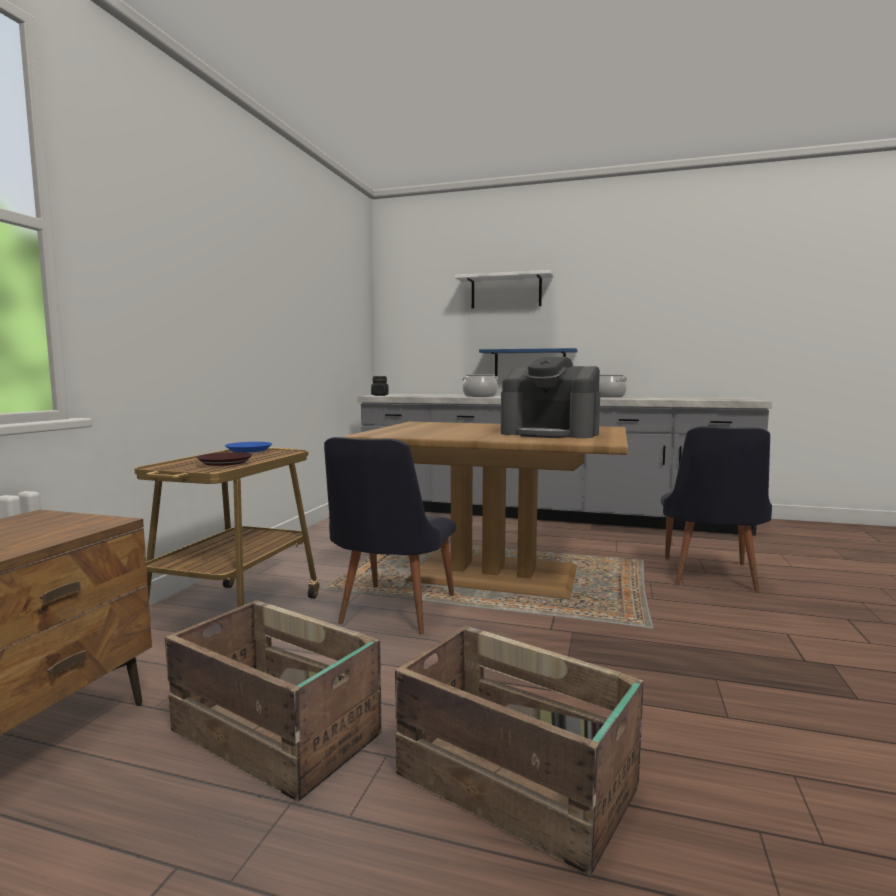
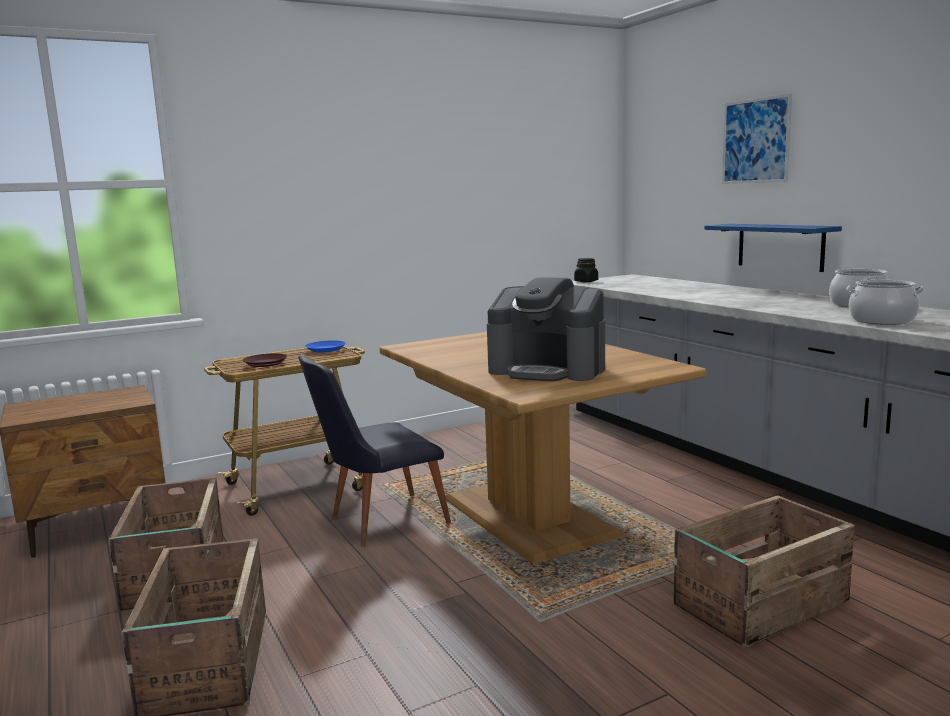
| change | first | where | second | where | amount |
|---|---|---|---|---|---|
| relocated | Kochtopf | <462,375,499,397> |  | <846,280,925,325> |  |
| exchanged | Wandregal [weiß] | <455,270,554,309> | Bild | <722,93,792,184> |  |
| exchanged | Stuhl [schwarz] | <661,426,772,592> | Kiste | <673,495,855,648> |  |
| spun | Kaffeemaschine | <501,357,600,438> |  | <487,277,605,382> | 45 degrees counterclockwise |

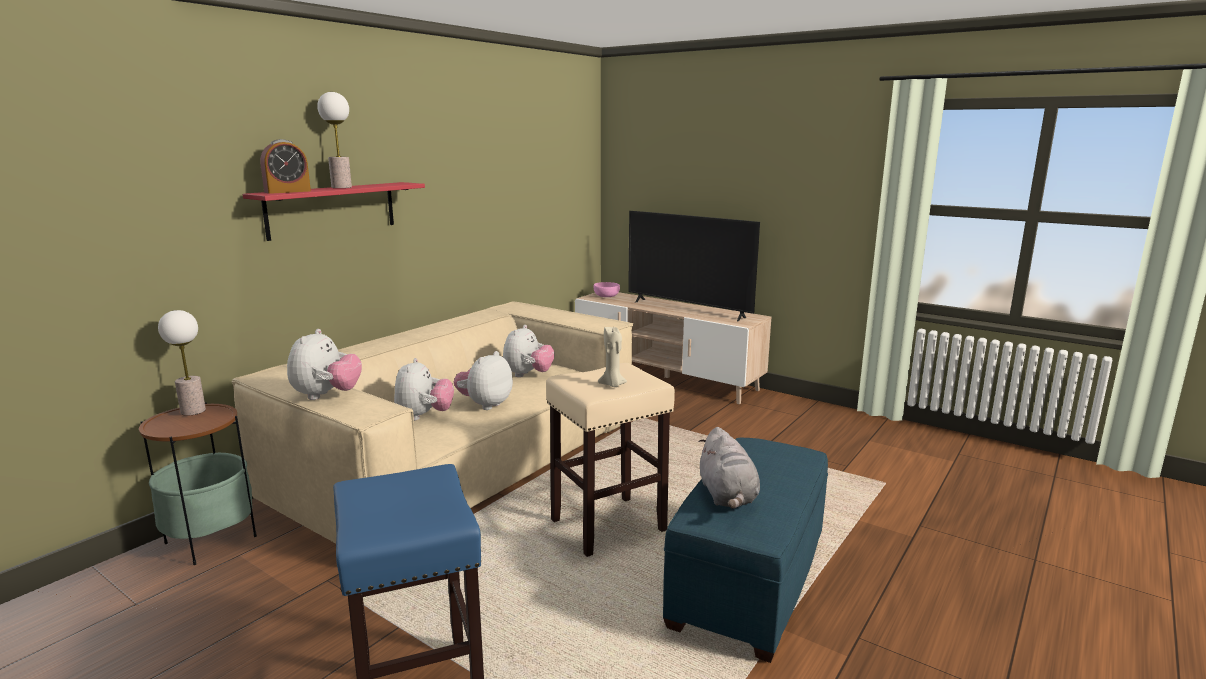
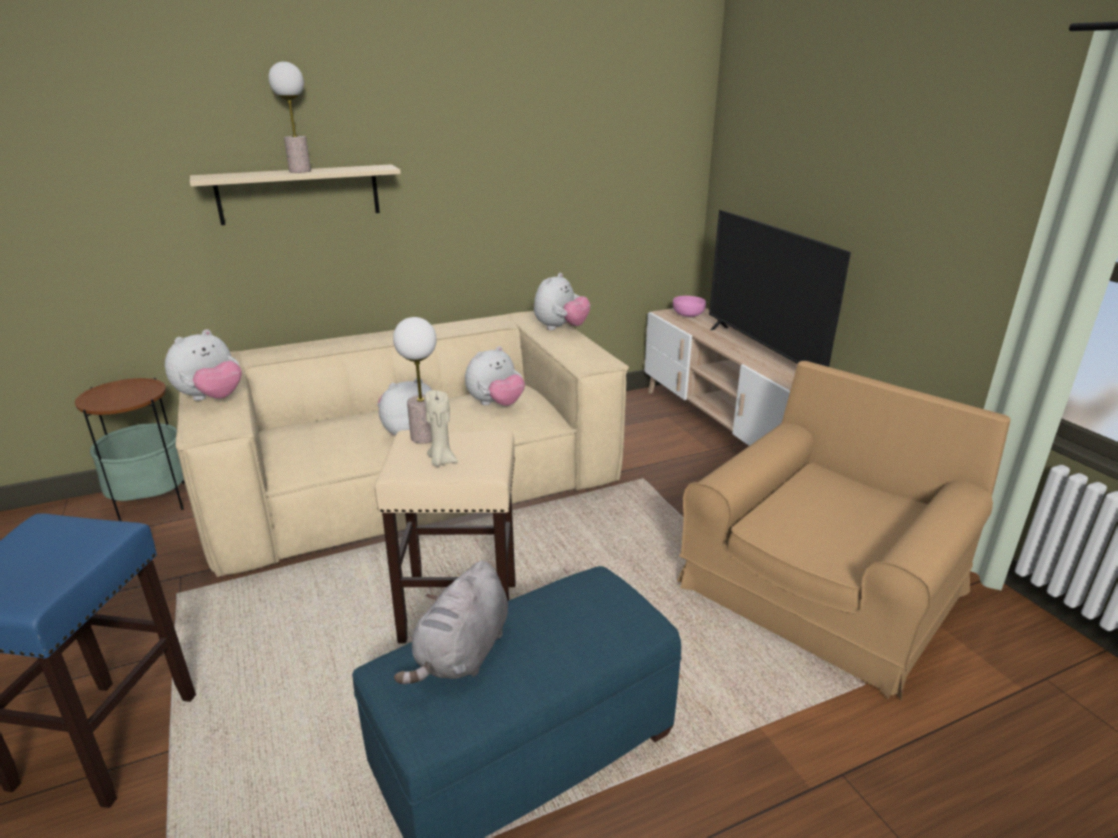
| change | first | where | second | where | amount |
|---|---|---|---|---|---|
| missing | Wecker | <260,139,311,194> |  |  |  |
| appeared |  |  | Sessel [braun] | <676,361,1011,701> |  |
| relocated | Tischlampe | <158,310,206,416> |  | <393,317,437,444> |  |
| relocated | Plüschtier | <394,358,454,421> |  | <534,273,590,330> |  |
| colour | Wandregal [rot] | <242,182,425,241> | Wandregal [beige] | <190,164,401,225> |  |

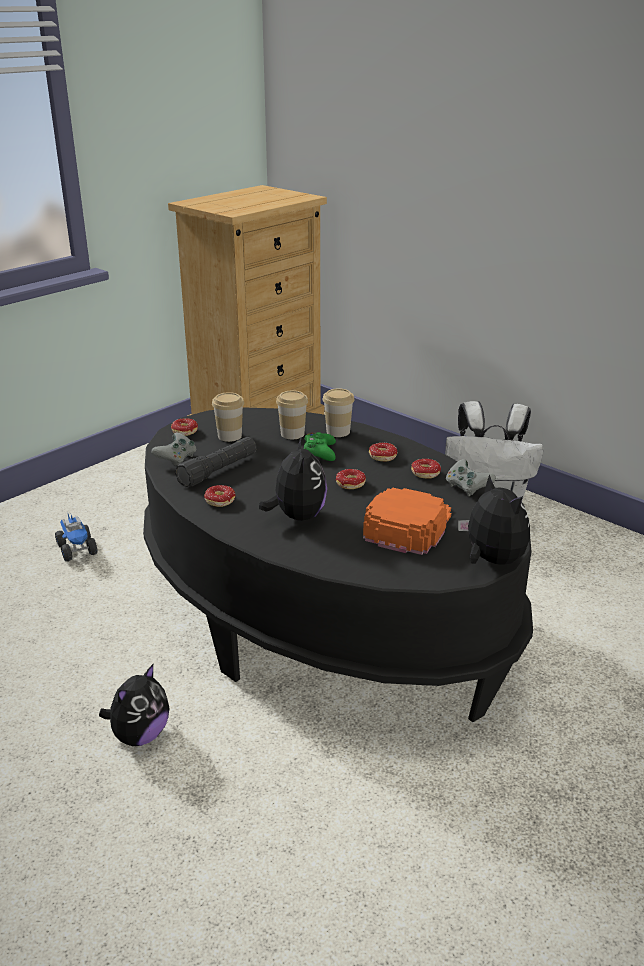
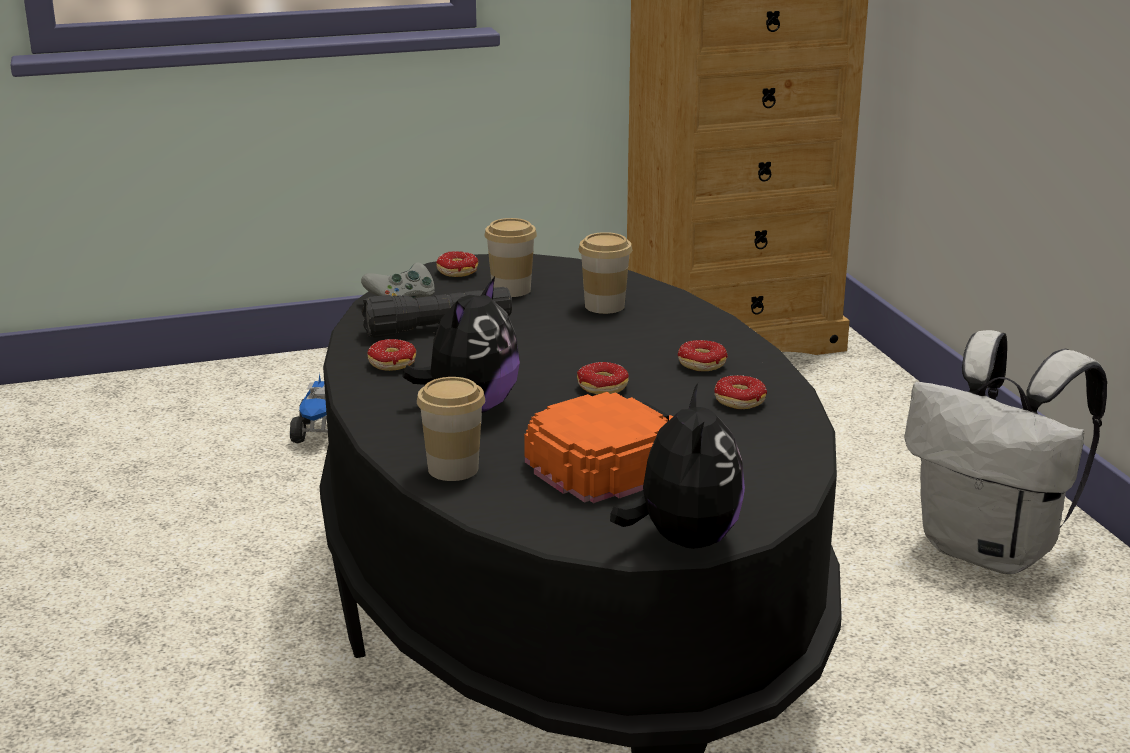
| change | first | where | second | where | amount |
|---|---|---|---|---|---|
| missing | Plüschtier | <99,664,169,746> |  |  |  |
| missing | Gamepad [grün] | <304,432,336,461> |  |  |  |
| missing | Gamepad [grau] | <446,459,496,497> |  |  |  |
| relocated | Tasse | <323,388,355,437> |  | <417,377,485,481> |  |

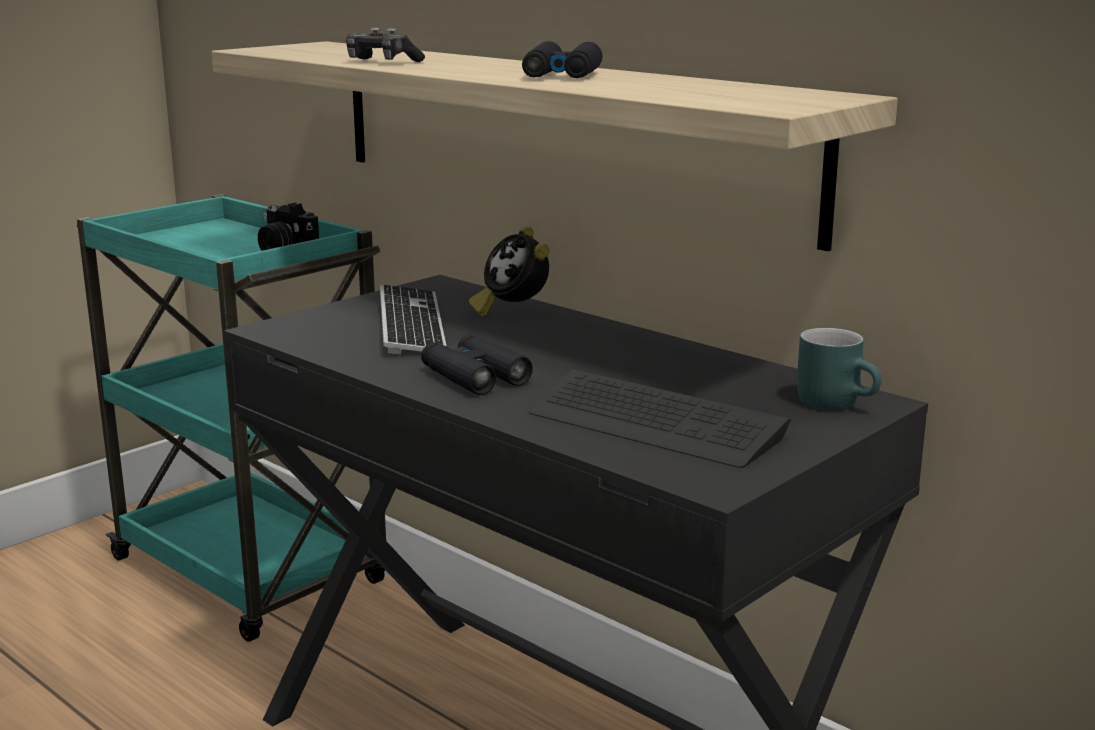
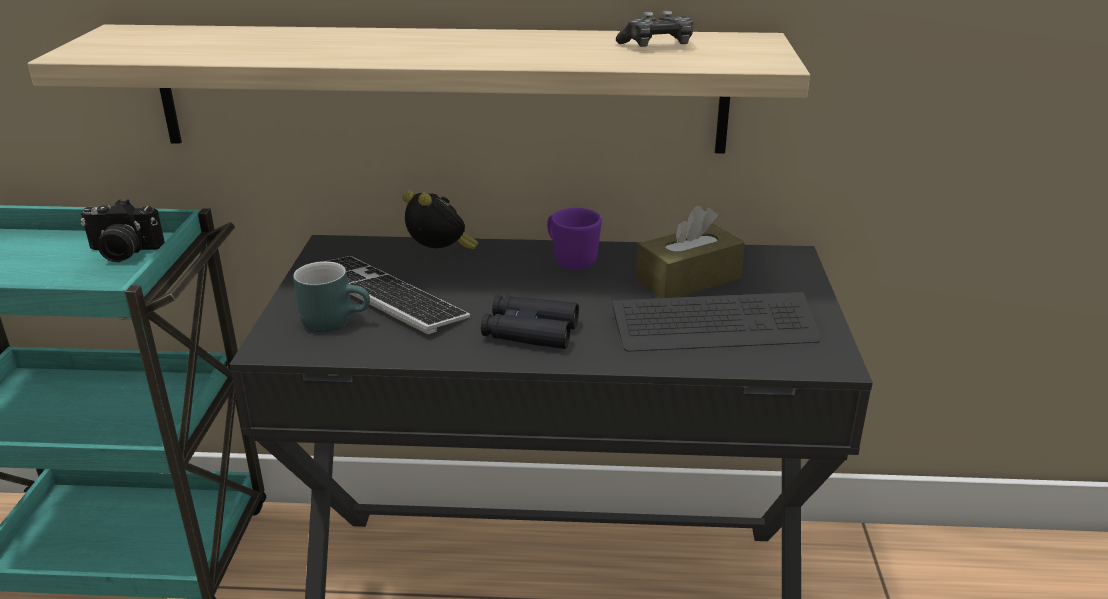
| change | first | where | second | where | amount |
|---|---|---|---|---|---|
| missing | Fernglas [schwarz] | <522,41,603,78> |  |  |  |
| appeared |  |  | Henkelbecher [lila] | <547,208,602,270> |  |
| appeared |  |  | Taschentuchbox [braun] | <636,206,745,298> |  |
| relocated | Gamepad | <346,27,425,62> |  | <616,11,694,47> |  |
| relocated | Henkelbecher [türkis] | <797,328,882,410> |  | <293,261,370,333> |  |
| spun | Wecker | <469,226,550,316> |  | <403,191,479,249> | 150 degrees counterclockwise |

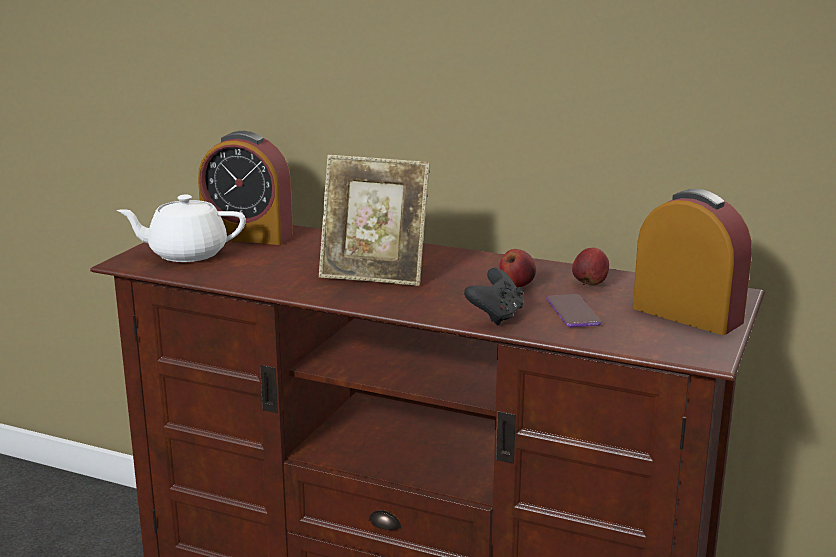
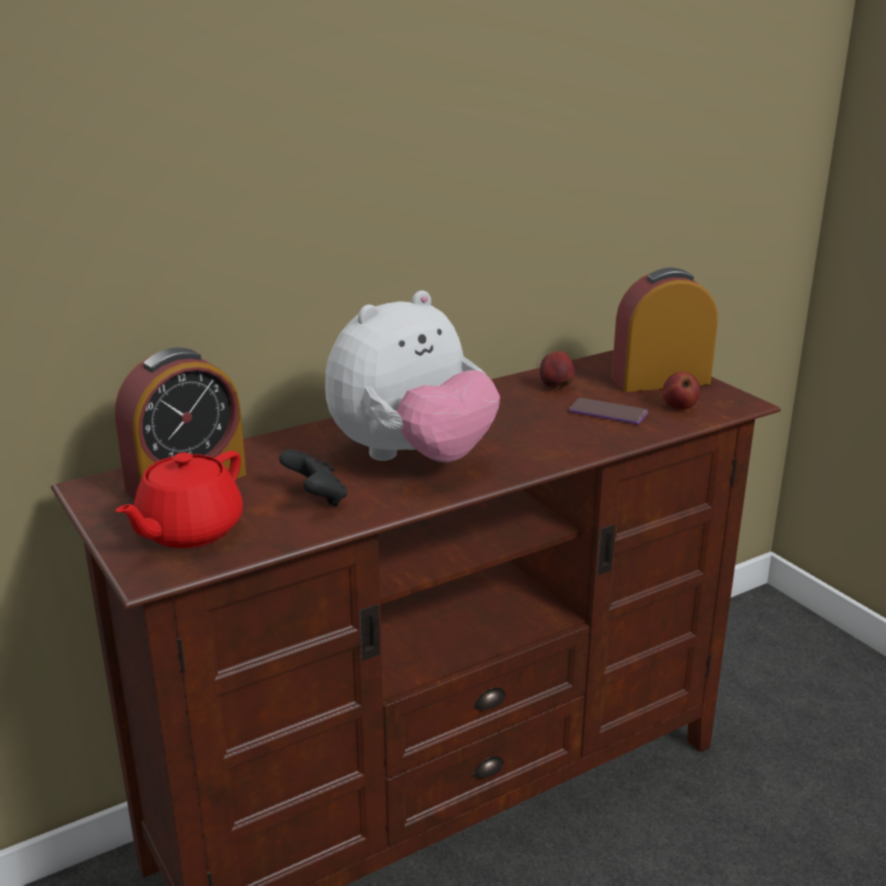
| change | first | where | second | where | amount |
|---|---|---|---|---|---|
| relocated | Gamepad [schwarz] | <464,268,524,325> |  | <279,449,347,506> |  |
| relocated | Apfel | <500,249,536,287> |  | <662,372,700,410> |  |
| exchanged | Bilderrahmen | <319,155,430,286> | Plüschtier | <325,290,500,462> |  |
| colour | Teekanne [weiß] | <117,195,246,262> | Teekanne [rot] | <115,451,243,548> |  |

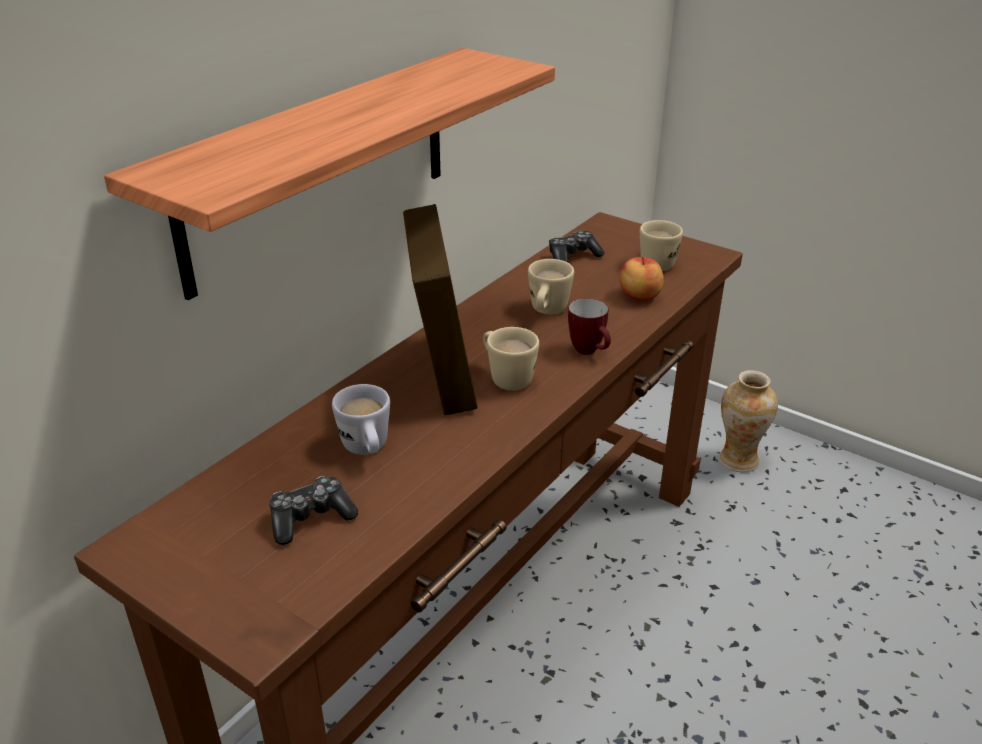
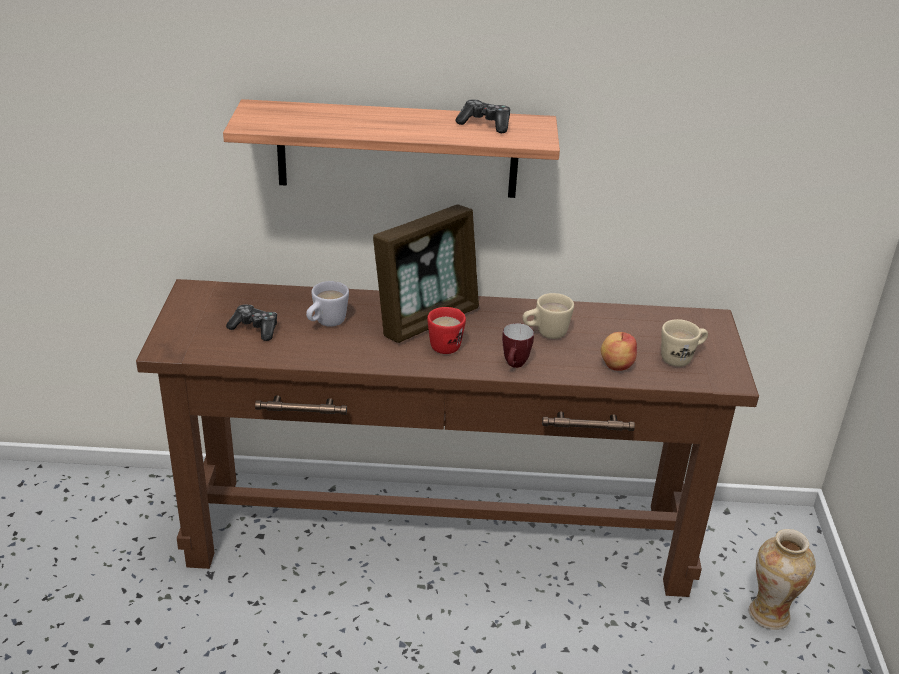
| change | first | where | second | where | amount |
|---|---|---|---|---|---|
| relocated | Gamepad | <549,231,604,263> |  | <455,99,510,133> |  |
| colour | Henkelbecher [beige] | <483,327,539,391> | Henkelbecher [rot] | <427,307,466,354> |  |

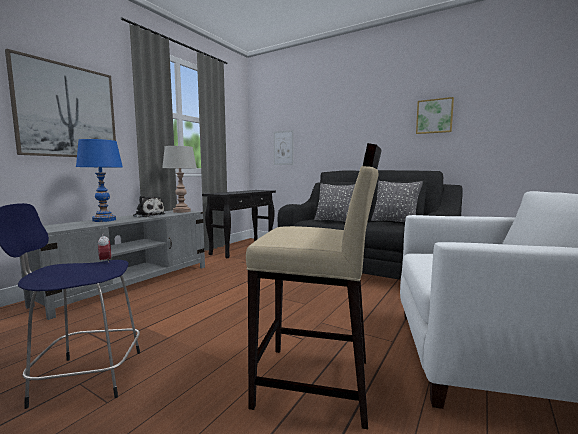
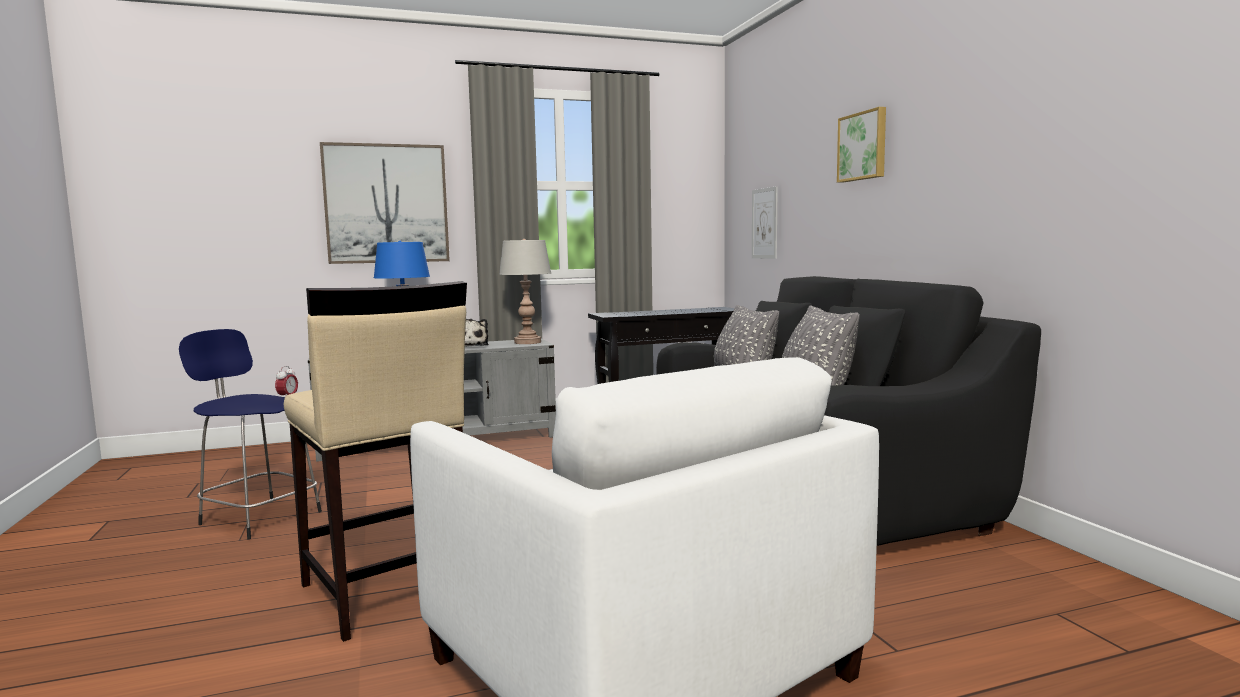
| change | first | where | second | where | amount |
|---|---|---|---|---|---|
| relocated | Bild | <416,97,454,134> |  | <837,107,886,183> |  |

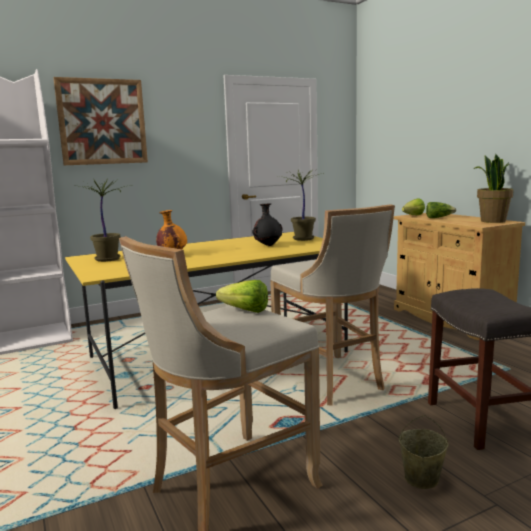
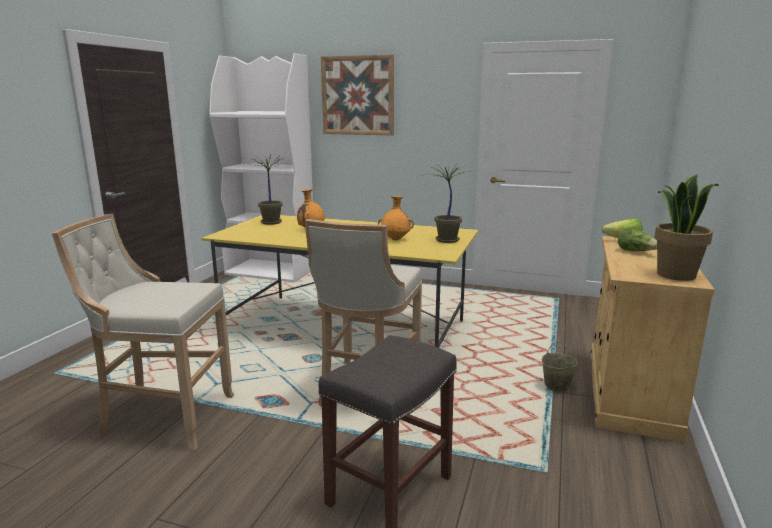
| change | first | where | second | where | amount |
|---|---|---|---|---|---|
| missing | Salatkopf | <216,280,268,313> |  |  |  |
| relocated | Eimer [beige] | <399,415,448,489> |  | <542,342,578,392> |  |
| colour | Vase [schwarz] | <253,203,283,246> | Vase [orange] | <378,196,414,240> |  |

